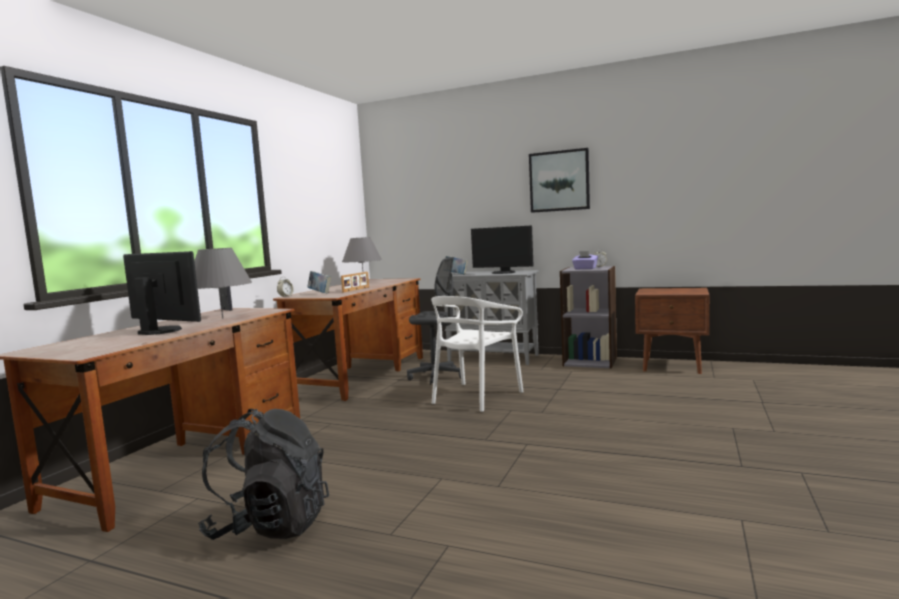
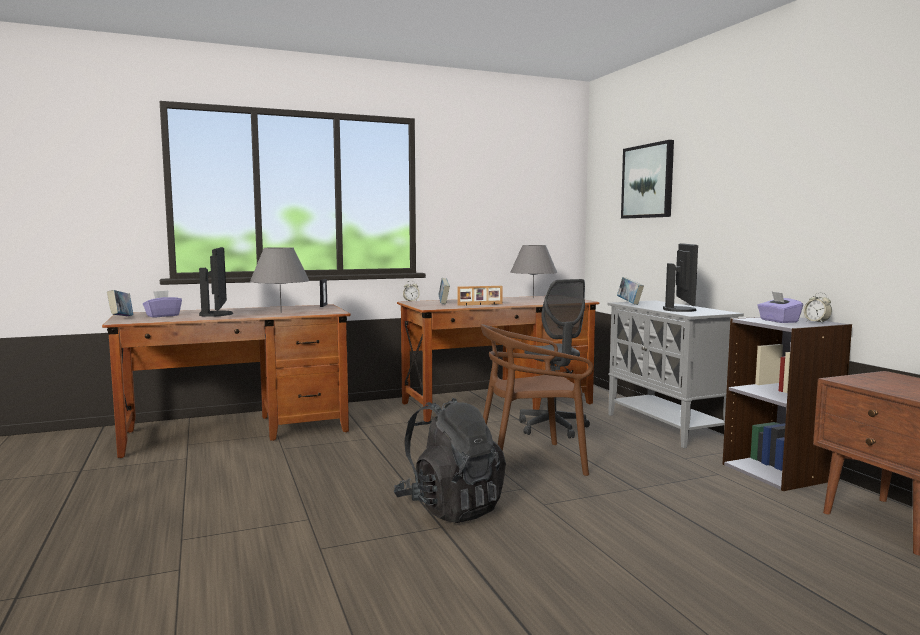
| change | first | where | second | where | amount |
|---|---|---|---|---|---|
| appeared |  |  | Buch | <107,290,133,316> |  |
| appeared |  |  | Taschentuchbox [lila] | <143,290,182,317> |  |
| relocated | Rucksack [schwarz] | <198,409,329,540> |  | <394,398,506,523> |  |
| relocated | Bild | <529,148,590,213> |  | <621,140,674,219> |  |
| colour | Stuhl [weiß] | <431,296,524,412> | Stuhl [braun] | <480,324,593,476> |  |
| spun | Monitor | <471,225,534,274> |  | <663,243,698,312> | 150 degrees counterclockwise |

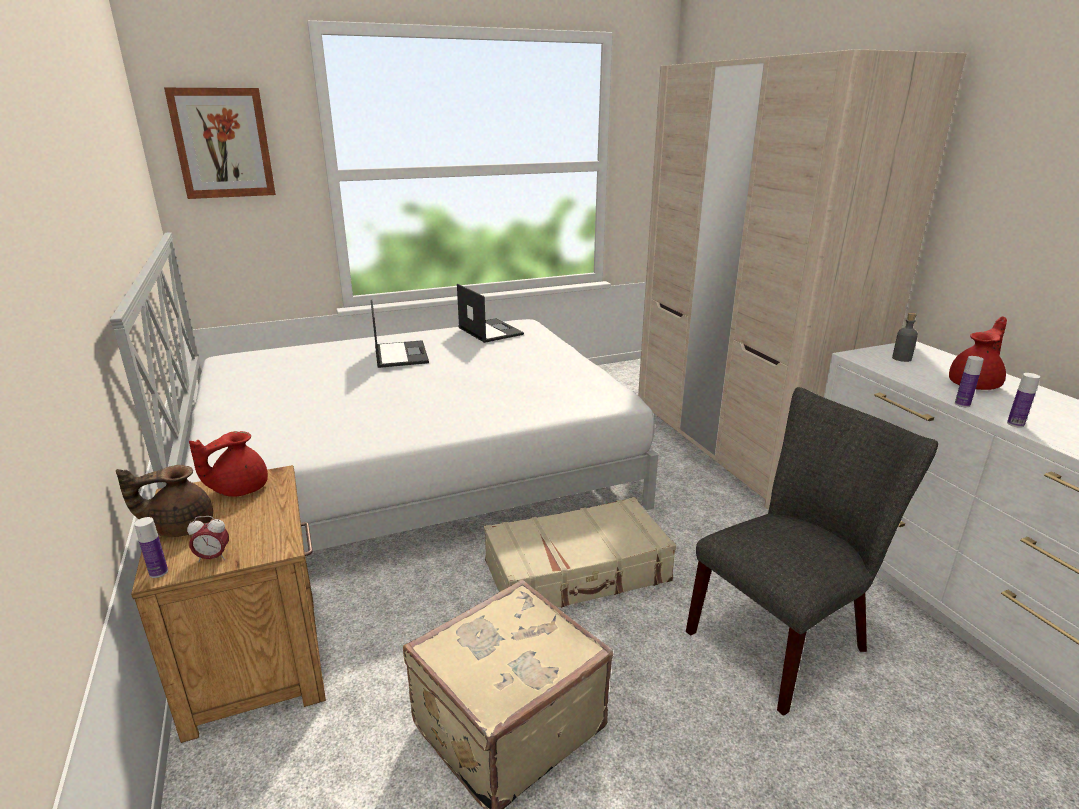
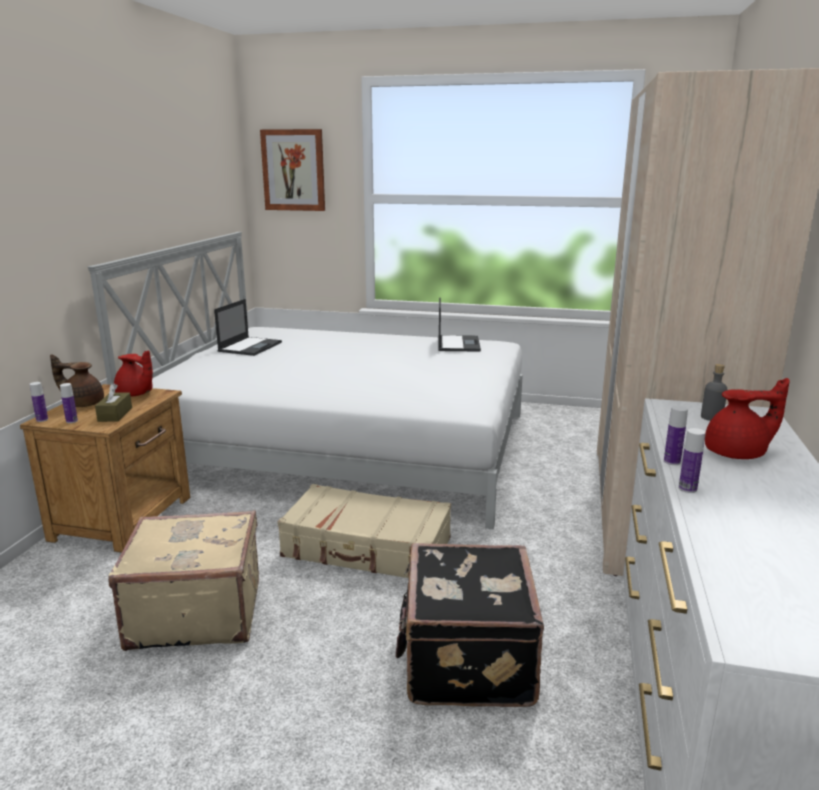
| change | first | where | second | where | amount |
|---|---|---|---|---|---|
| appeared |  |  | Taschentuchbox [braun] | <95,383,132,422> |  |
| relocated | Laptop | <371,300,429,368> |  | <214,299,282,356> |  |
| exchanged | Wecker | <187,516,229,562> | Flasche | <60,383,78,423> |  |
| exchanged | Stuhl [grau] | <686,387,938,716> | Koffer [schwarz] | <396,543,544,707> |  |
| spun | Teekanne [rot] | <189,431,268,497> |  | <114,350,153,397> | 135 degrees counterclockwise |

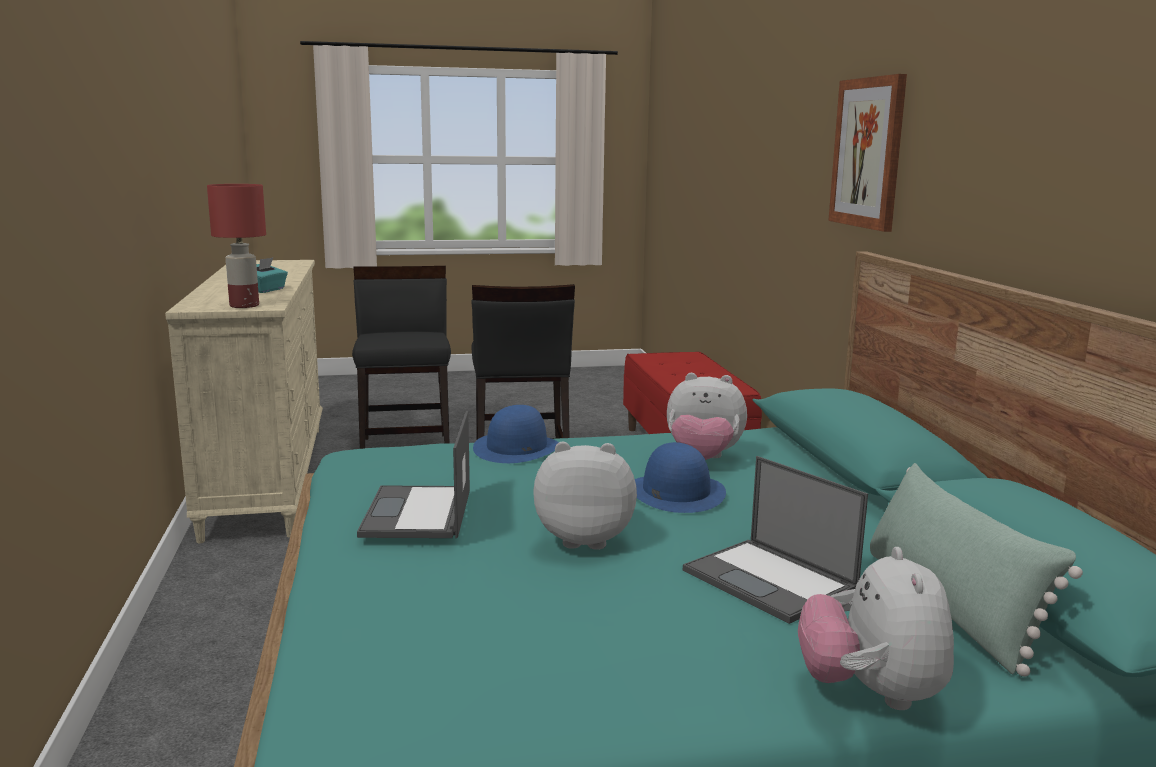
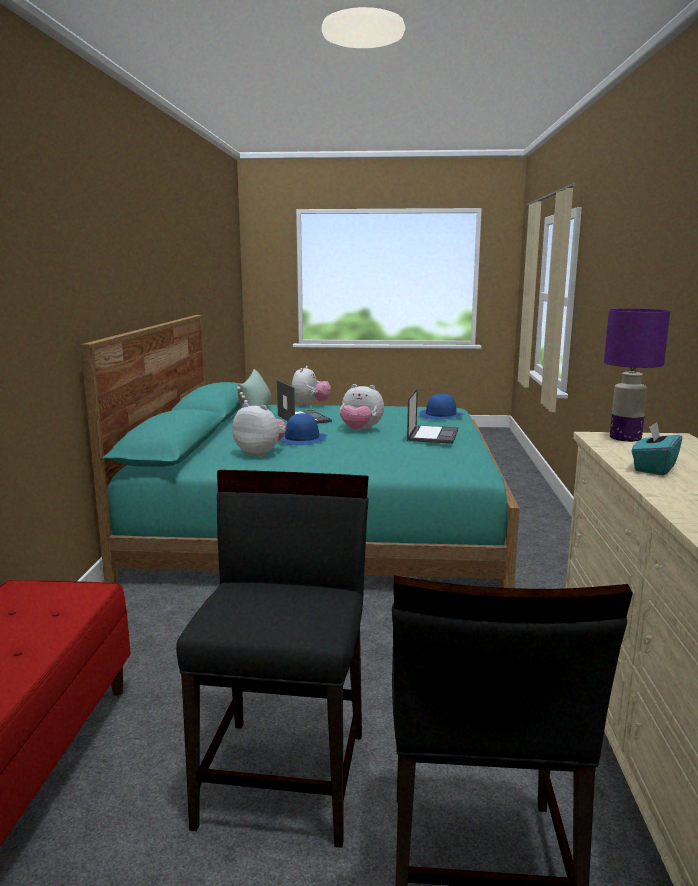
| change | first | where | second | where | amount |
|---|---|---|---|---|---|
| missing | Bild | <828,74,907,232> |  |  |  |
| relocated | Hut [blau] | <473,405,559,463> |  | <419,394,463,420> |  |
| colour | Tischlampe [rot] | <207,184,266,308> | Tischlampe [lila] | <604,308,670,442> |  |

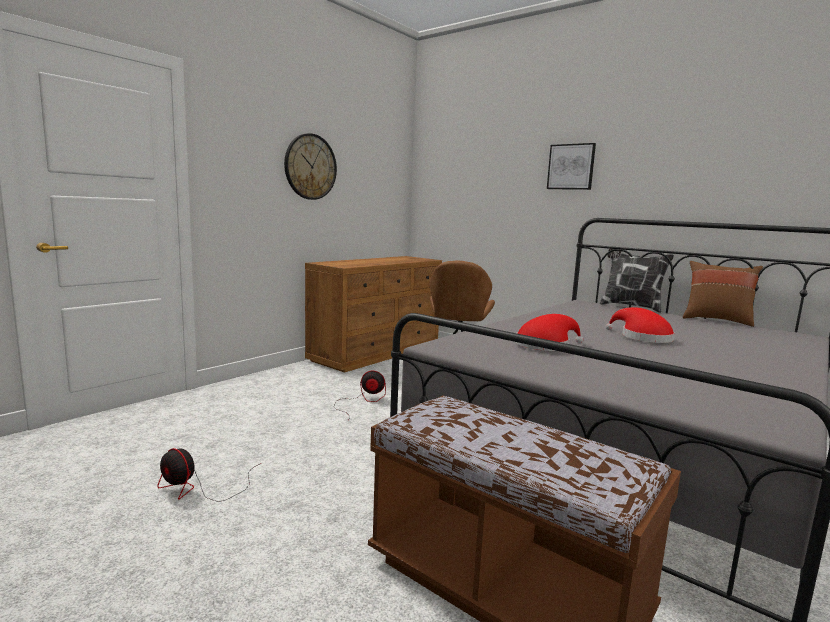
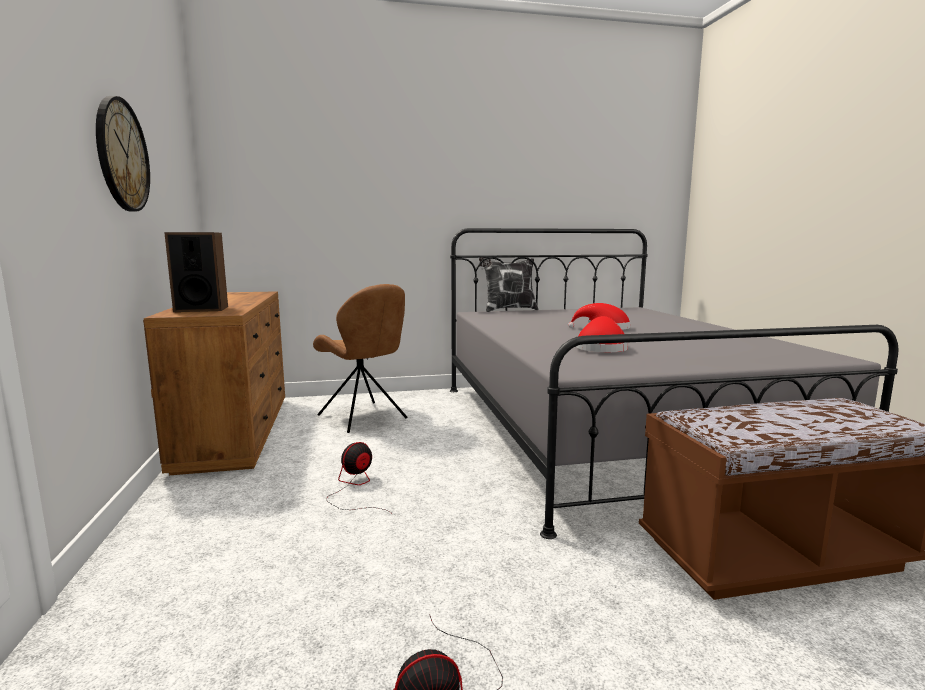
| change | first | where | second | where | amount |
|---|---|---|---|---|---|
| missing | Bild | <547,143,596,190> |  |  |  |
| missing | Kissen [braun] | <683,261,763,327> |  |  |  |
| appeared |  |  | Lautsprecher | <164,232,228,312> |  |

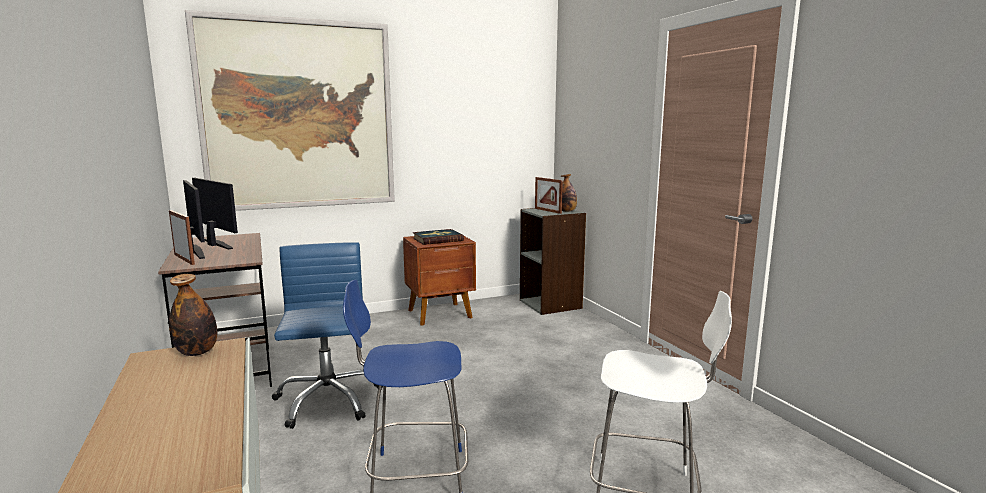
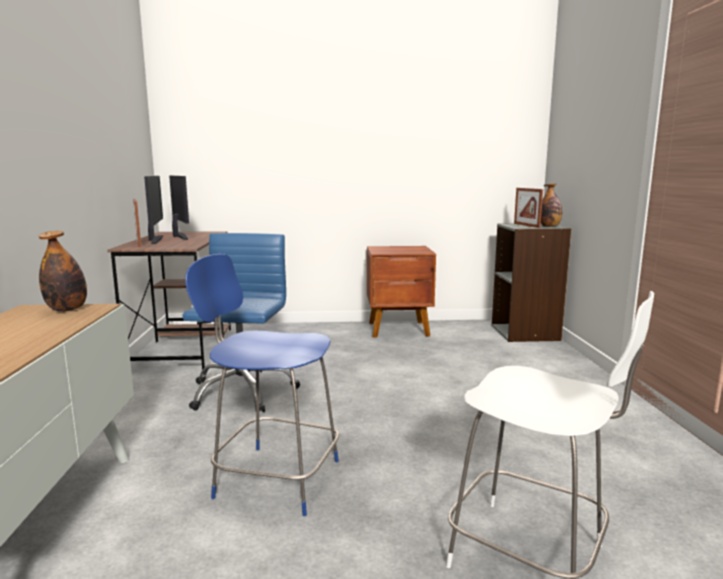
| change | first | where | second | where | amount |
|---|---|---|---|---|---|
| missing | Bild | <185,10,395,211> |  |  |  |
| missing | Buch | <413,229,464,245> |  |  |  |

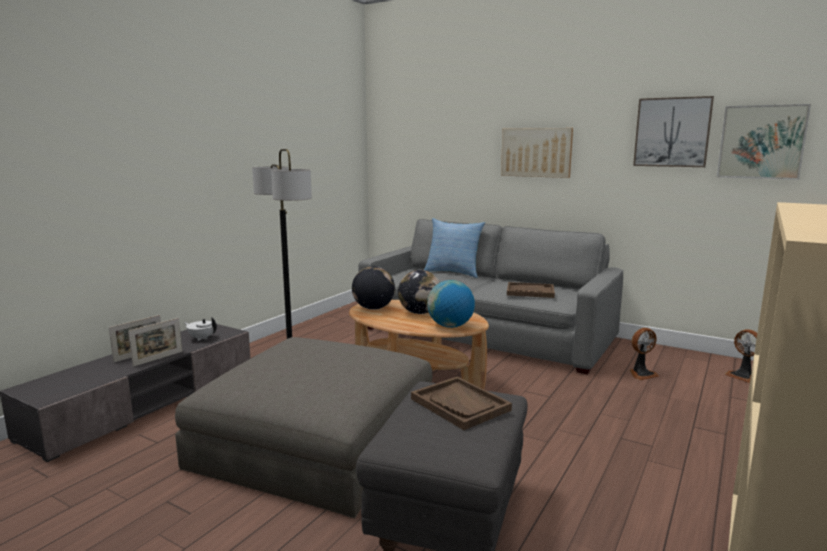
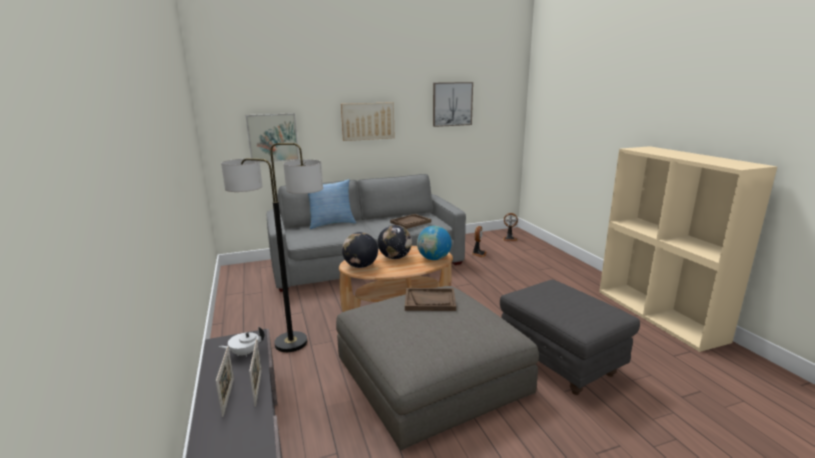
| change | first | where | second | where | amount |
|---|---|---|---|---|---|
| relocated | Tablett [braun] | <411,377,512,430> |  | <405,288,456,311> |  |
| relocated | Bild | <717,104,811,180> |  | <246,113,299,163> |  |

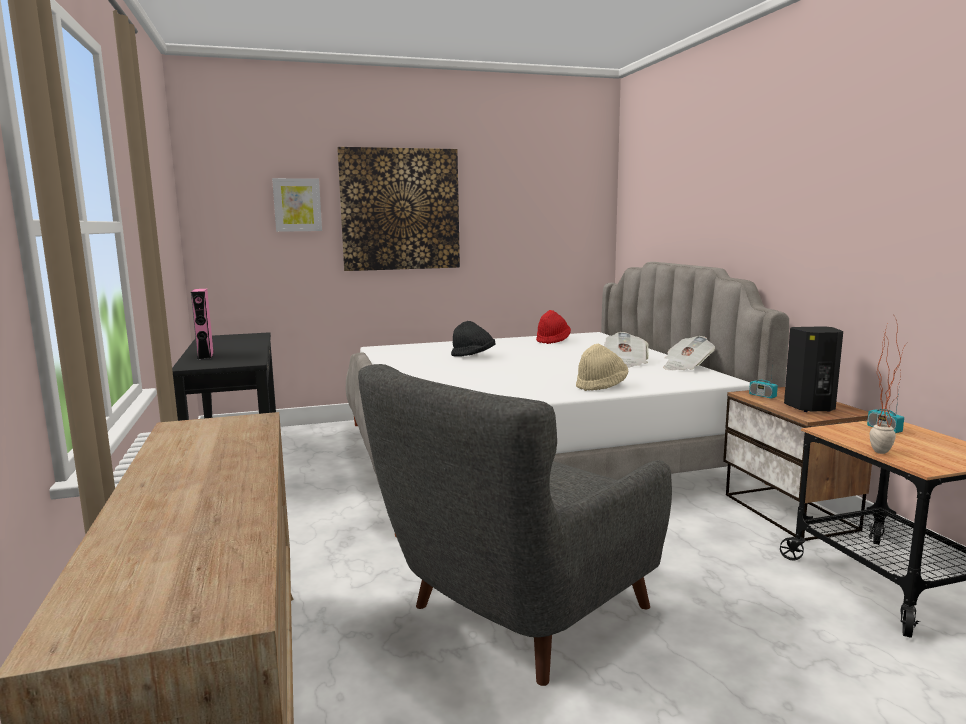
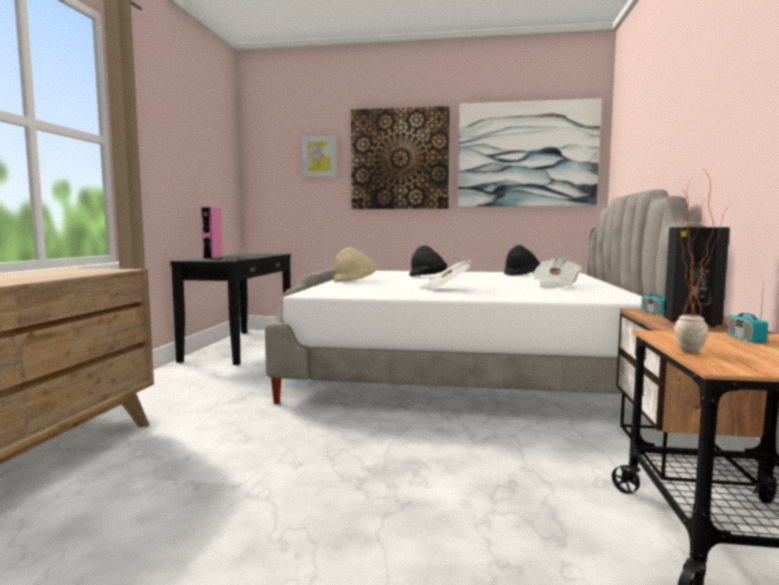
| change | first | where | second | where | amount |
|---|---|---|---|---|---|
| missing | Sessel [grau] | <358,364,672,686> |  |  |  |
| appeared |  |  | Bild | <458,98,602,207> |  |
| relocated | Hut [beige] | <576,344,628,391> |  | <334,247,377,282> |  |
| relocated | Zeitung | <663,336,715,370> |  | <419,260,471,290> |  |
| colour | Hut [rot] | <536,310,571,344> | Hut [schwarz] | <504,245,540,276> |  |

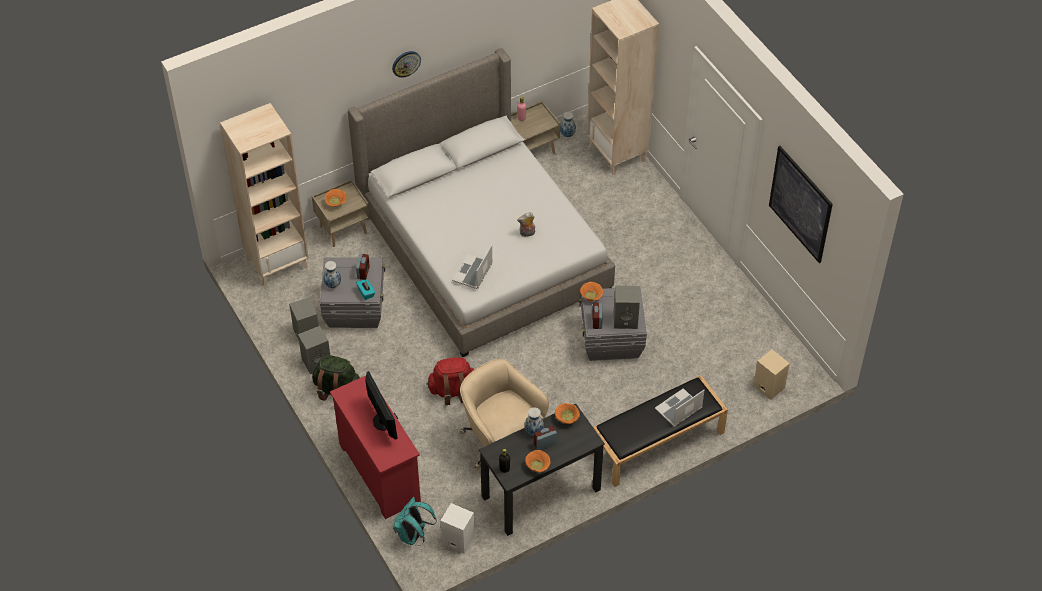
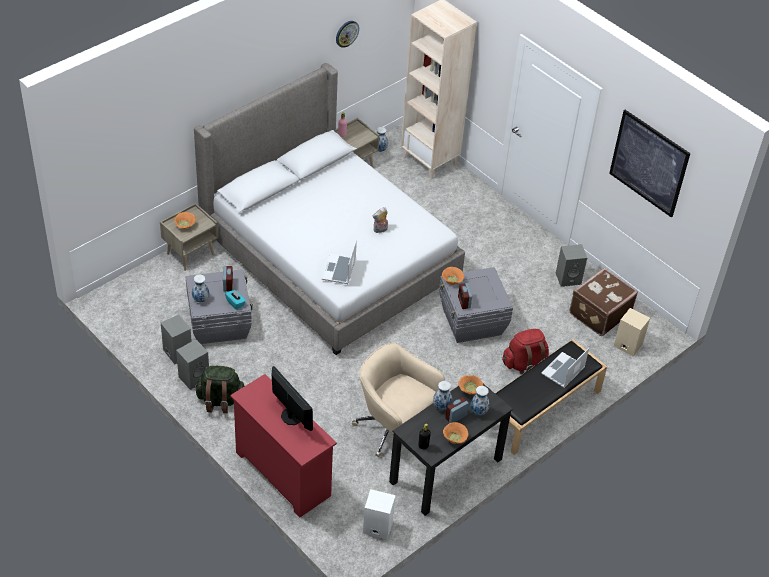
| change | first | where | second | where | amount |
|---|---|---|---|---|---|
| missing | Bücherregal [beige] | <220,103,309,286> |  |  |  |
| missing | Rucksack [türkis] | <393,497,437,546> |  |  |  |
| appeared |  |  | Vase | <470,386,490,415> |  |
| appeared |  |  | Koffer [braun] | <569,268,638,336> |  |
| relocated | Wanduhr | <392,51,421,78> |  | <336,21,359,48> |  |
| relocated | Rucksack [rot] | <426,357,474,405> |  | <502,329,549,375> |  |
| relocated | Lautsprecher [grau] | <614,286,640,329> |  | <556,244,587,287> |  |

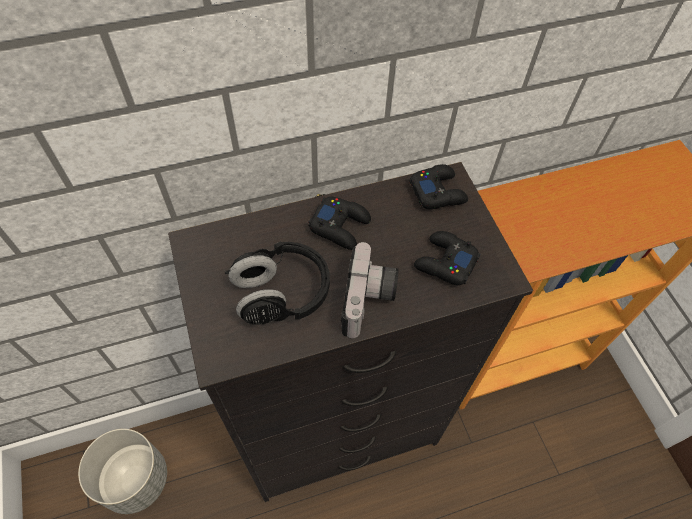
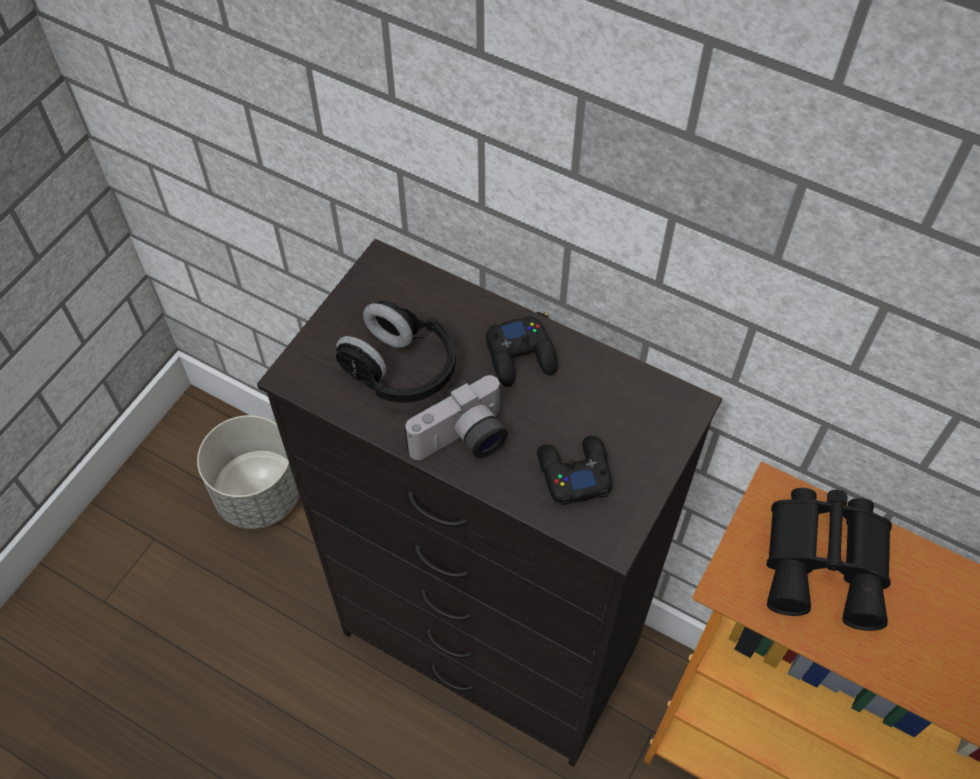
| change | first | where | second | where | amount |
|---|---|---|---|---|---|
| missing | Gamepad [schwarz] | <409,164,468,209> |  |  |  |
| appeared |  |  | Fernglas [schwarz] | <767,488,892,631> |  |

